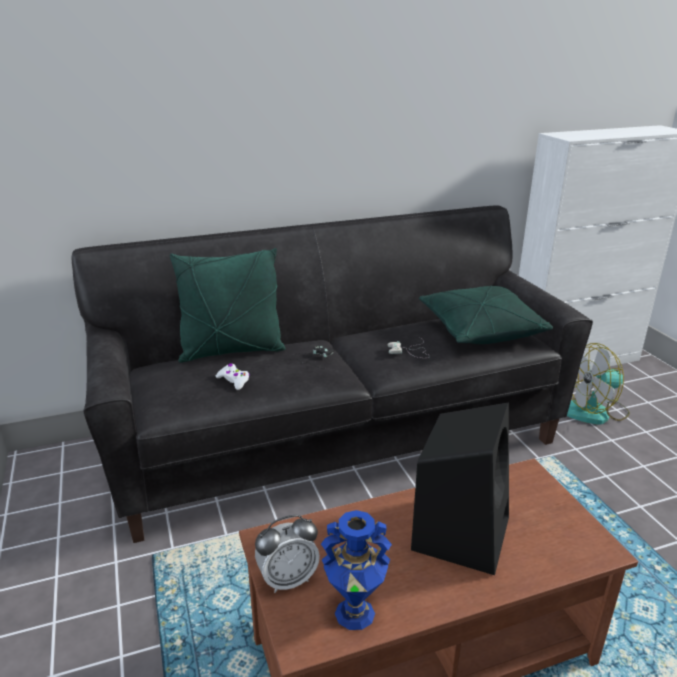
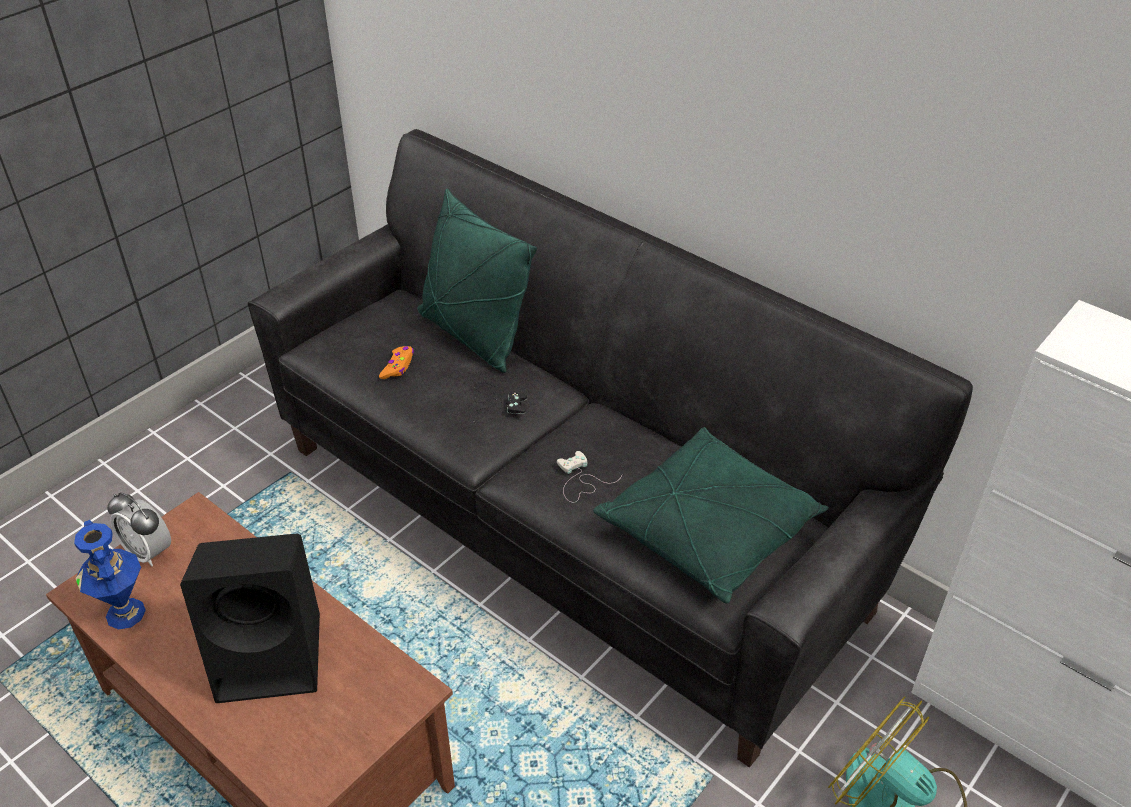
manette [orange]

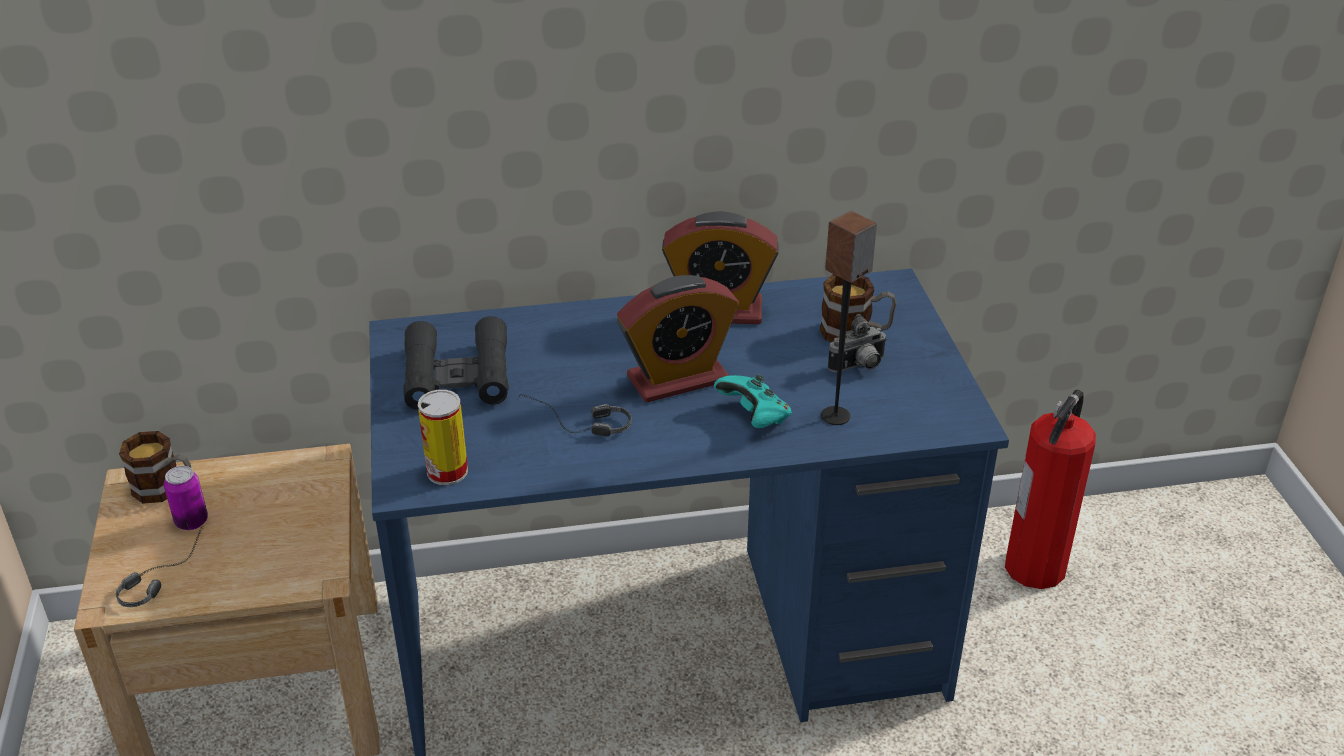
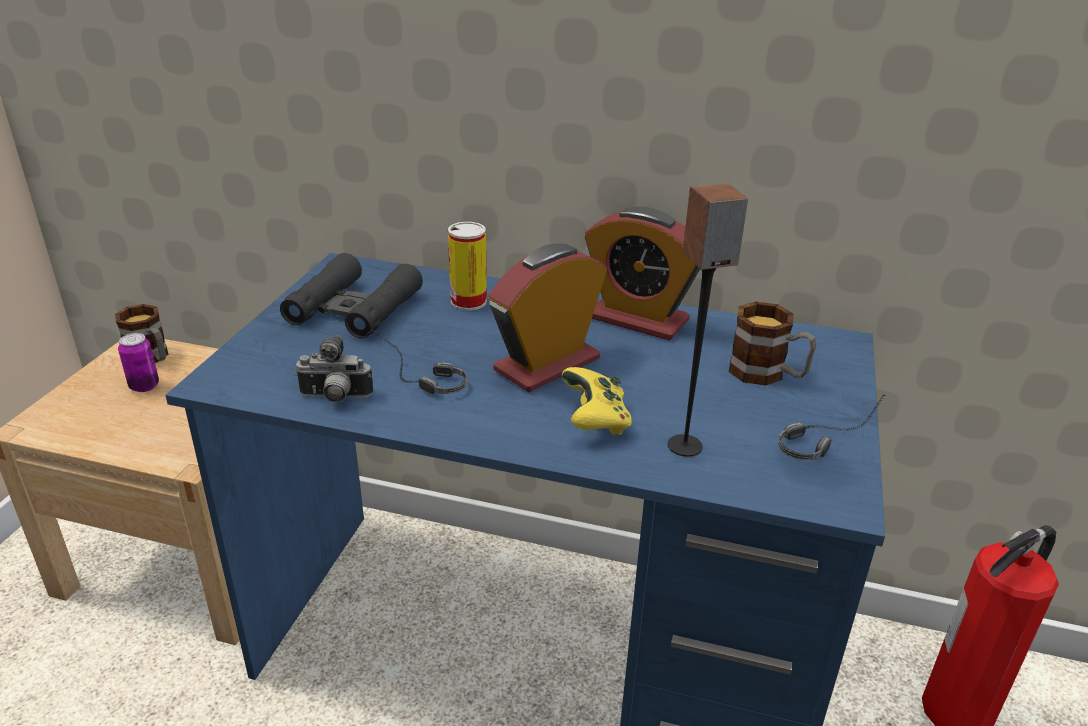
casque audio (2nd from left); boîte métallique (2nd from left); réveil (1st from left); manette [jaune]; appareil photo

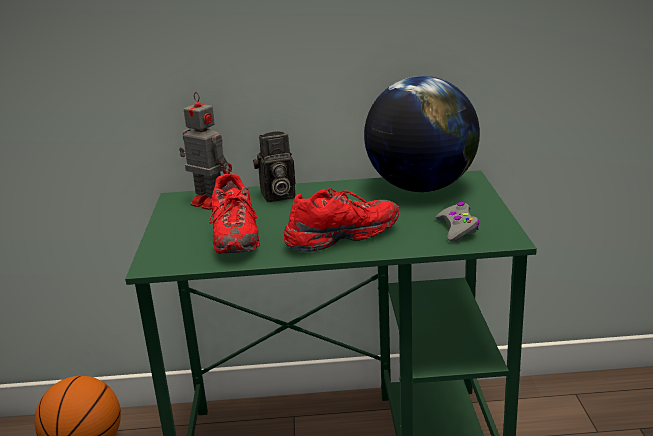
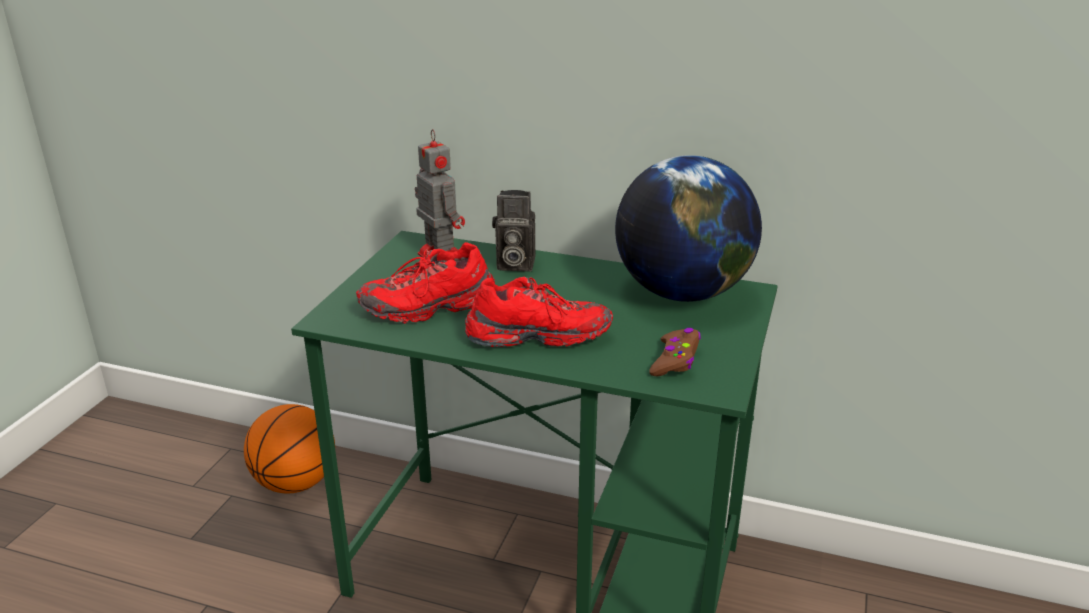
chaussure [rouge] (1st from left); manette [marron]

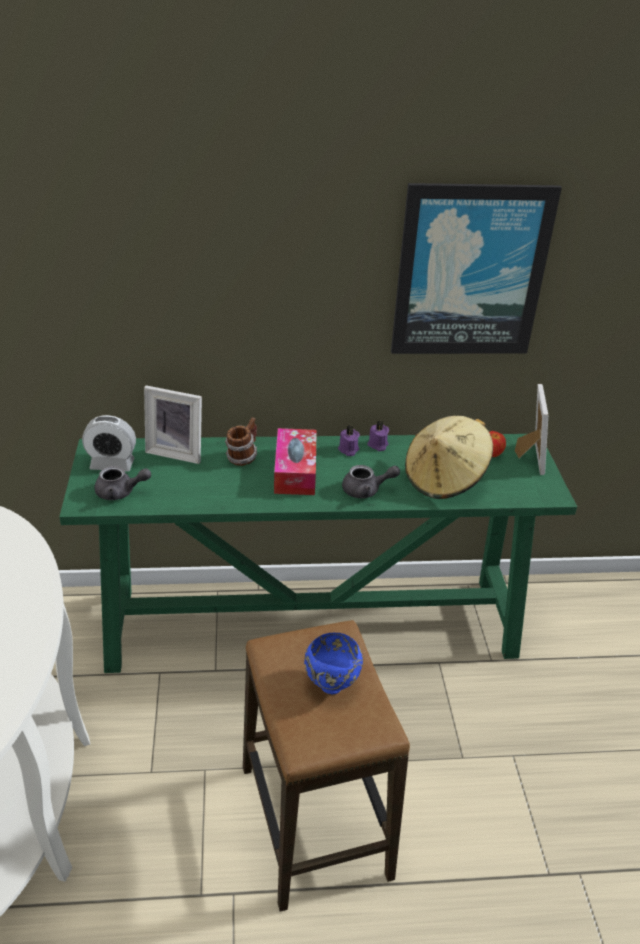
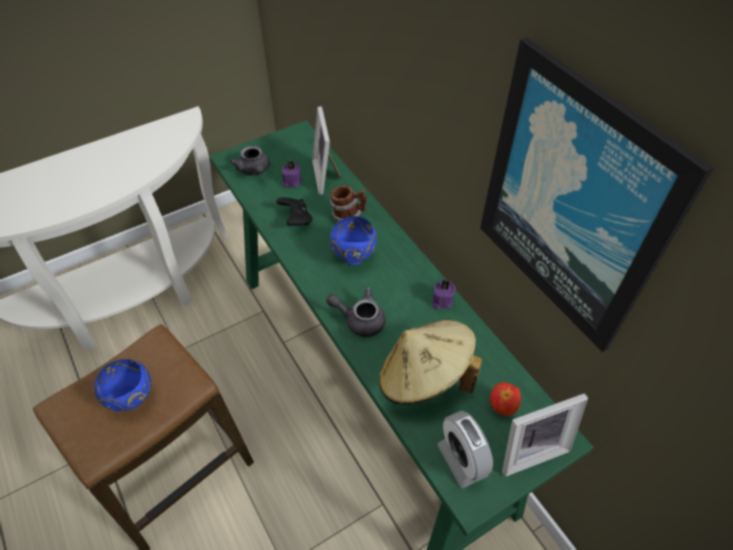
réveil; bol [bleu] (2nd from left); bougie [violet] (1st from left); théière [gris] (2nd from left); manette [noir]

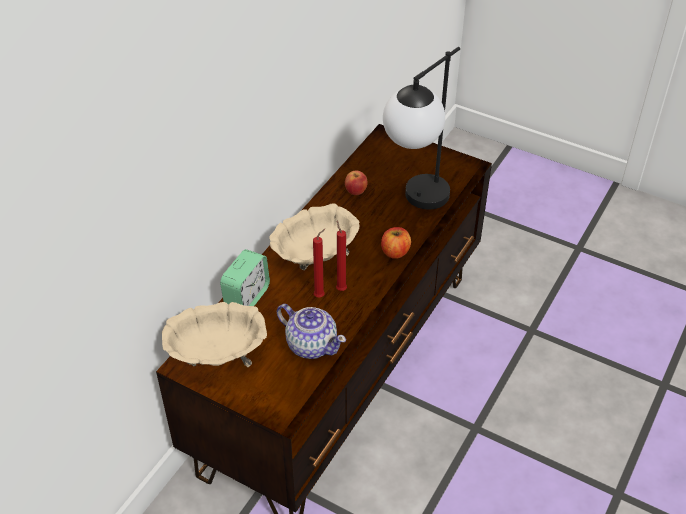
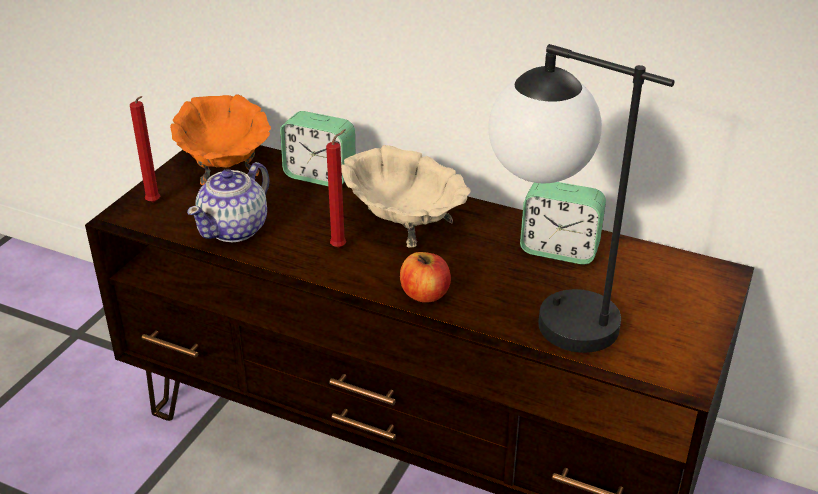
bol [orange]; bougie [rouge] (1st from left); réveil (2nd from left)

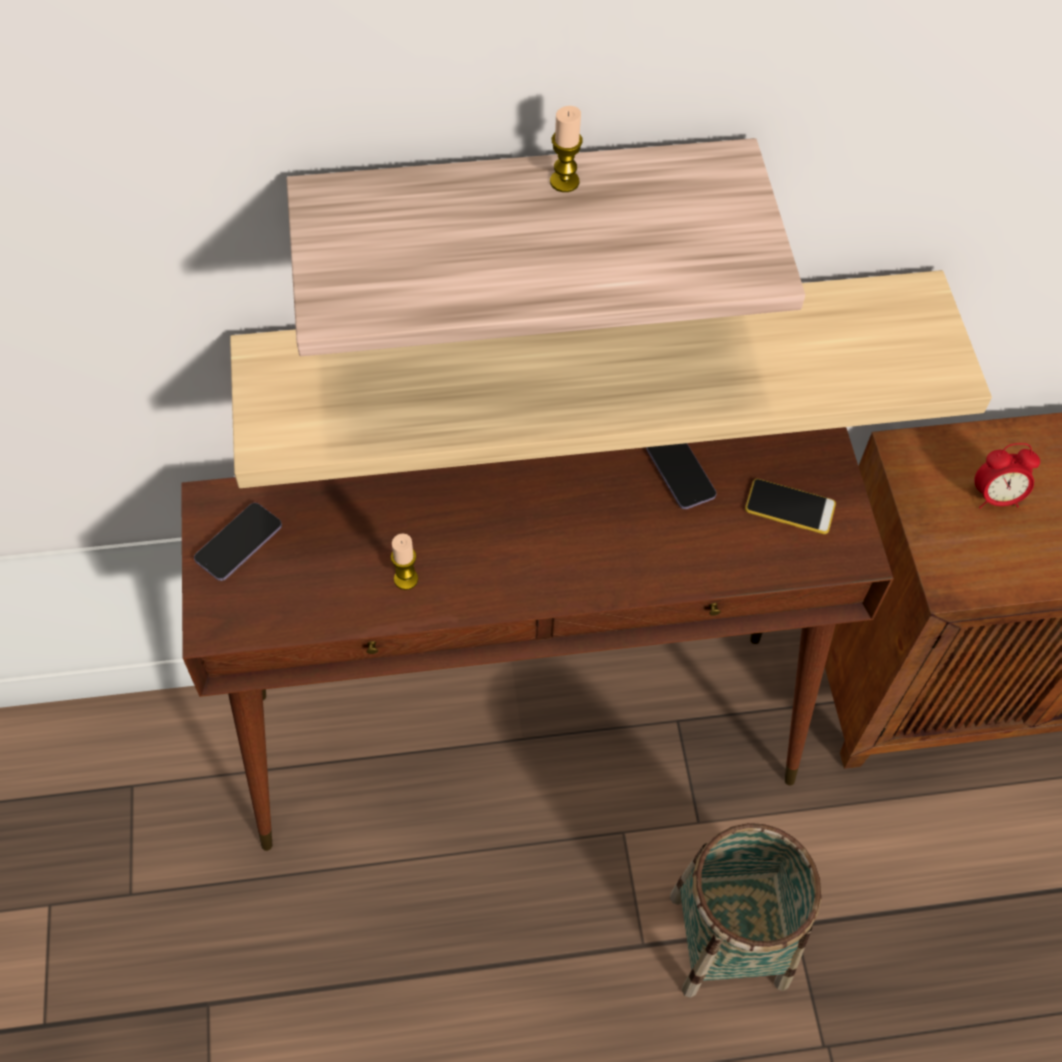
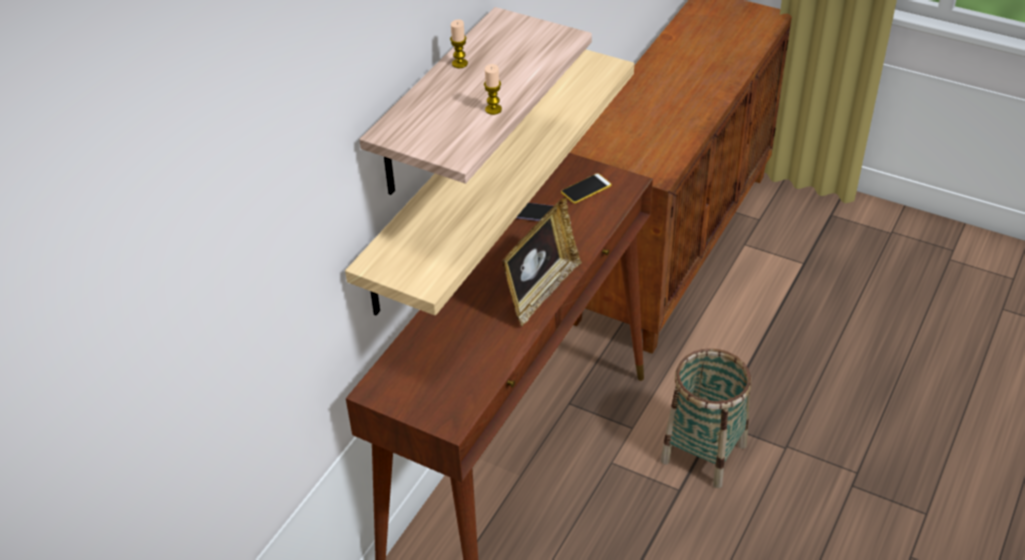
téléphone (1st from left in the first image); bougie (2nd from left); réveil; cadre photo

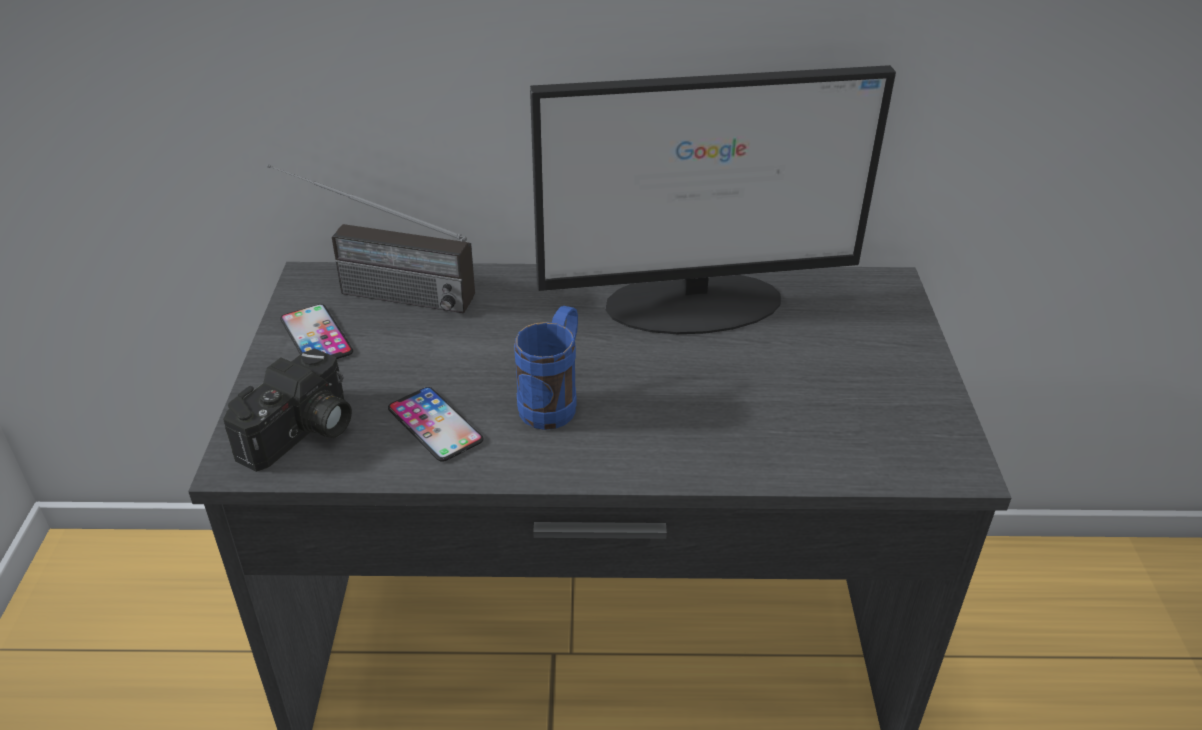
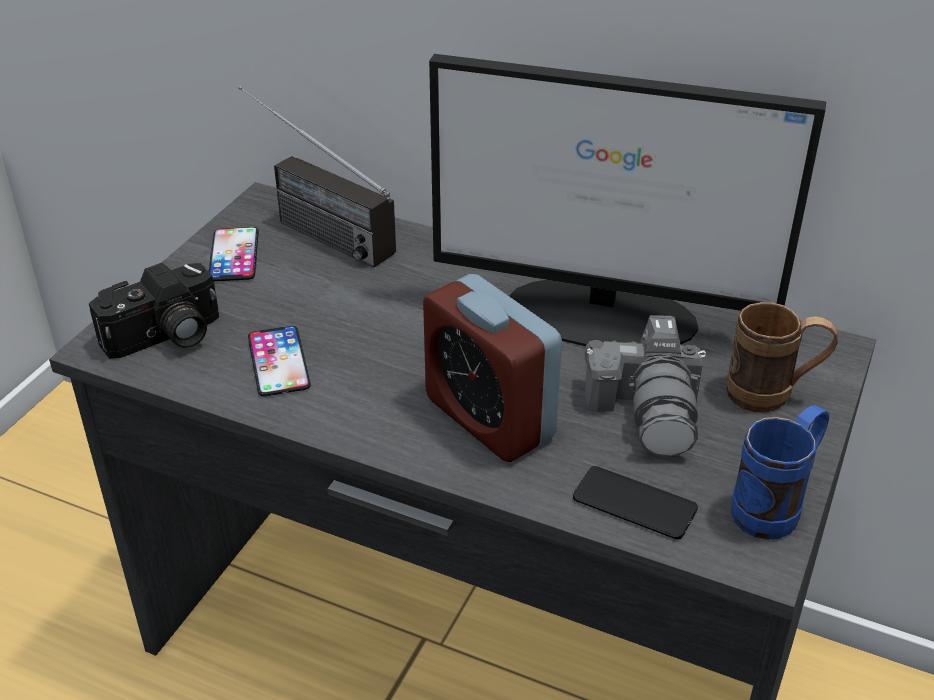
mug [bleu]; réveil; téléphone (3rd from left); appareil photo (2nd from left); mug [marron]

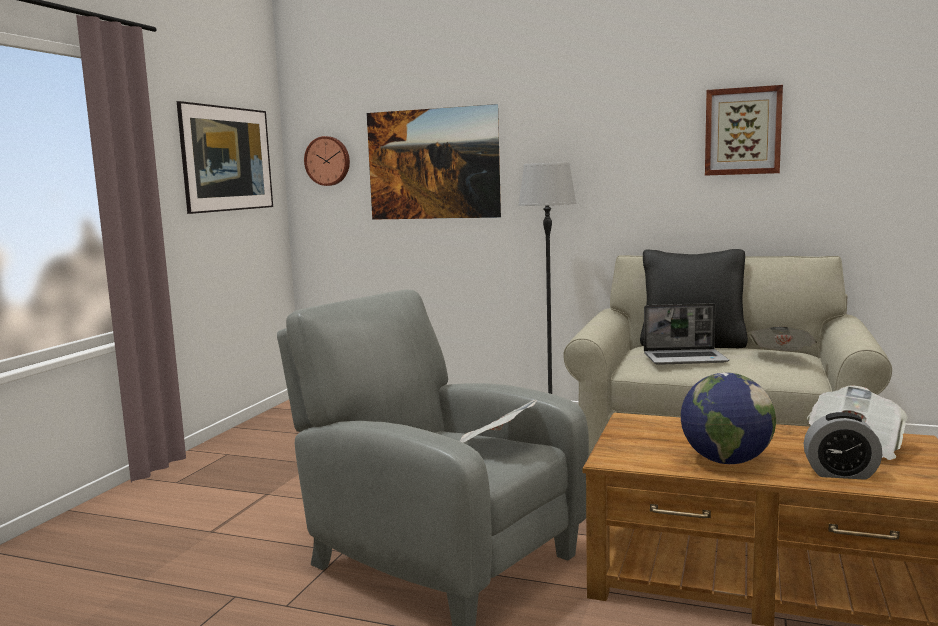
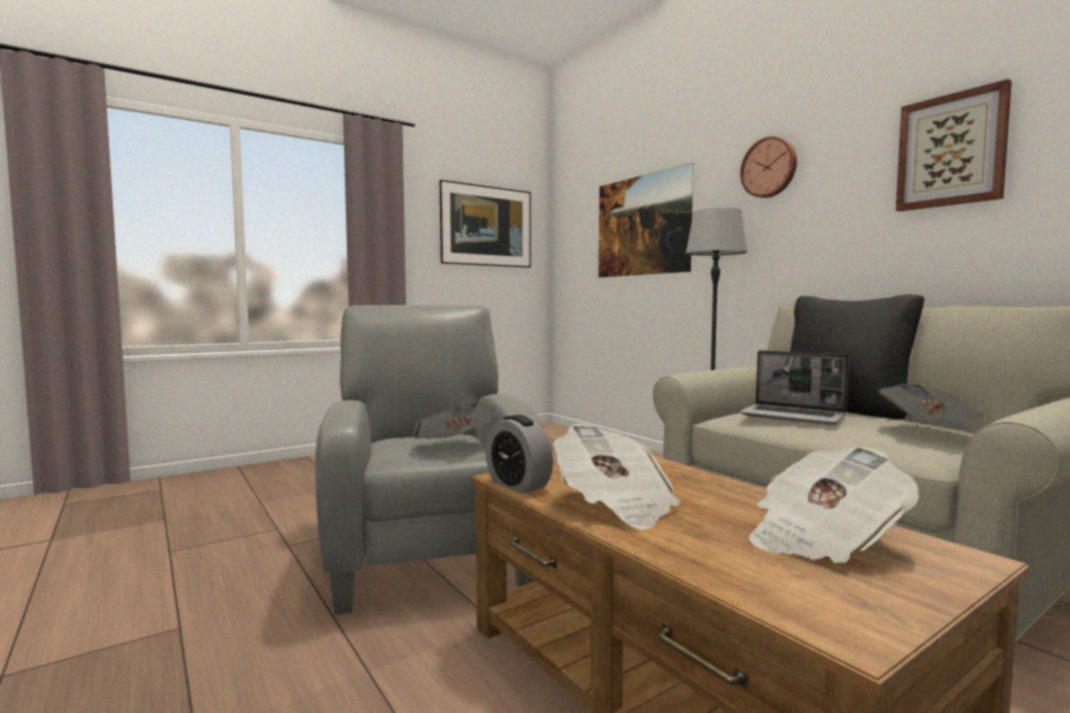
horloge murale; journal (2nd from left); réveil

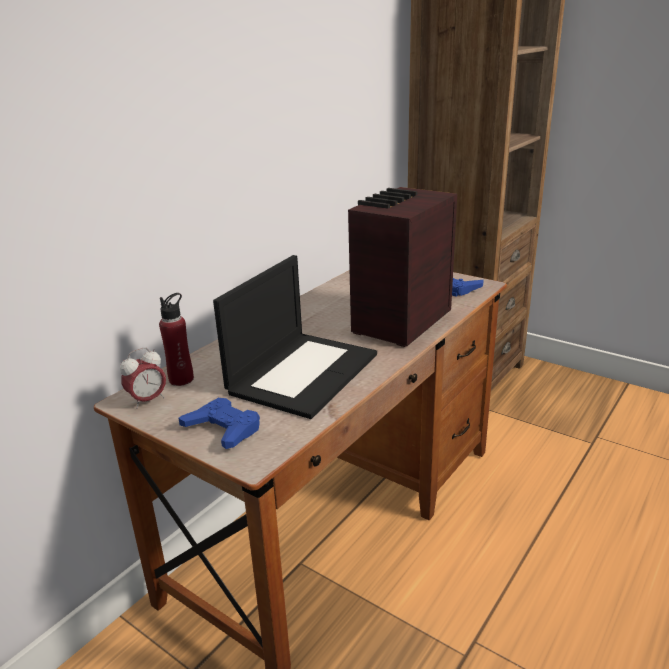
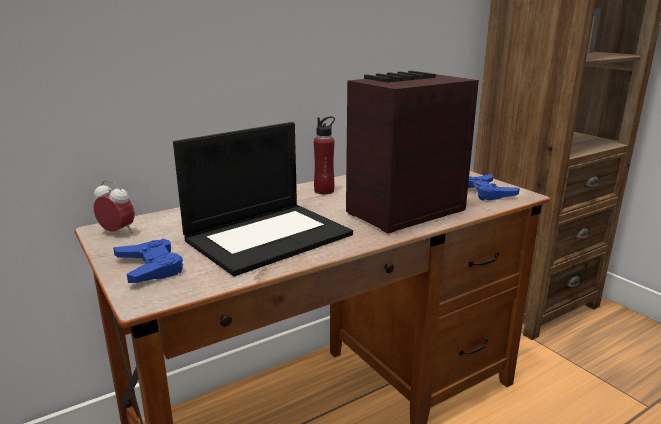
réveil; bouteille [rouge]

